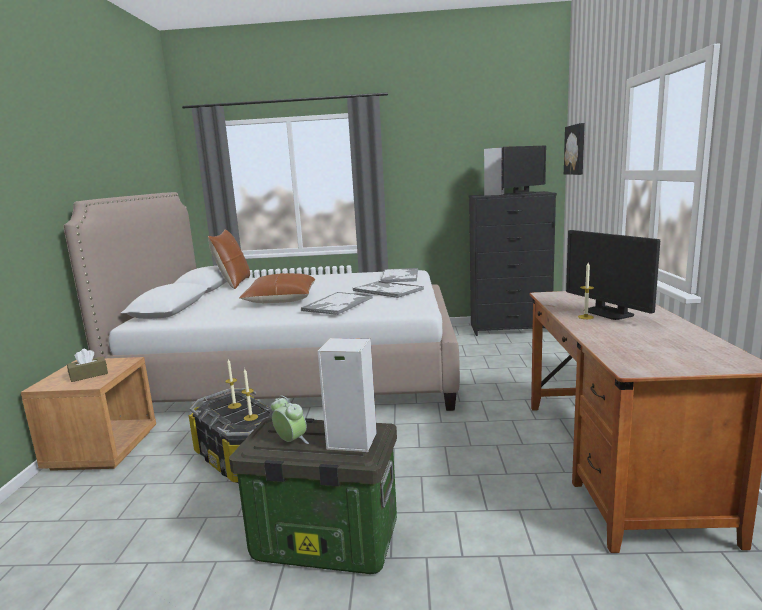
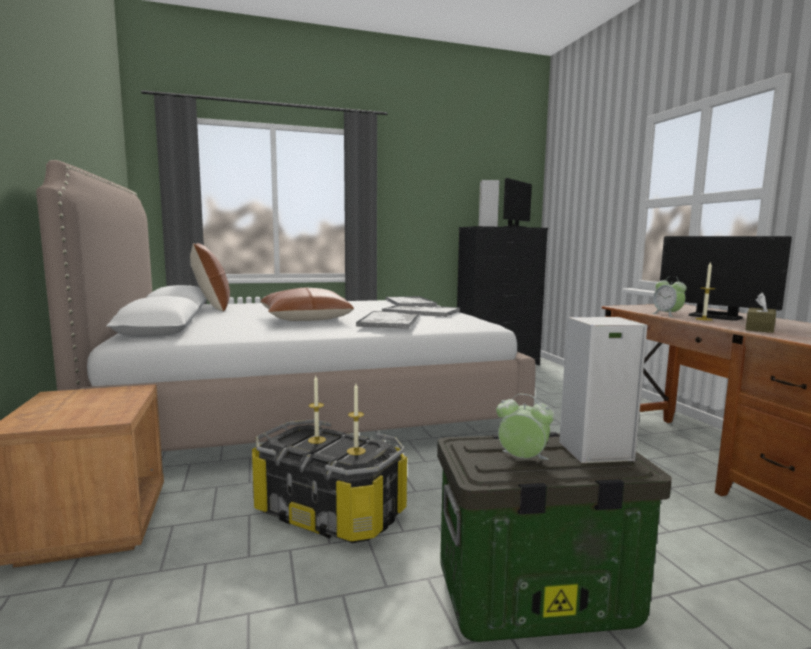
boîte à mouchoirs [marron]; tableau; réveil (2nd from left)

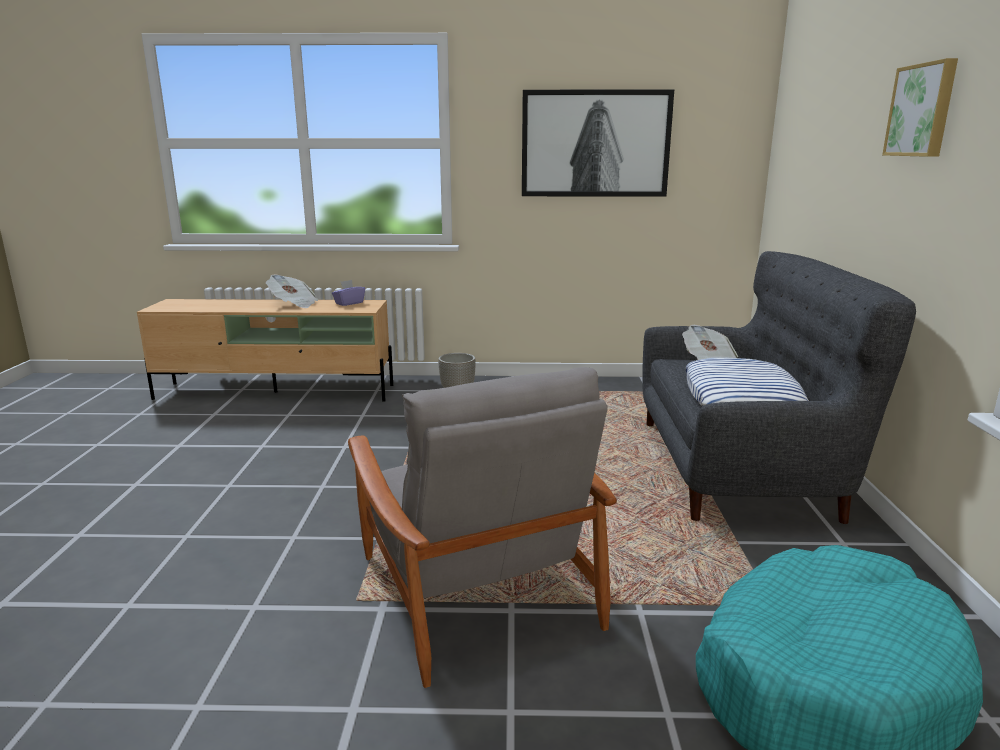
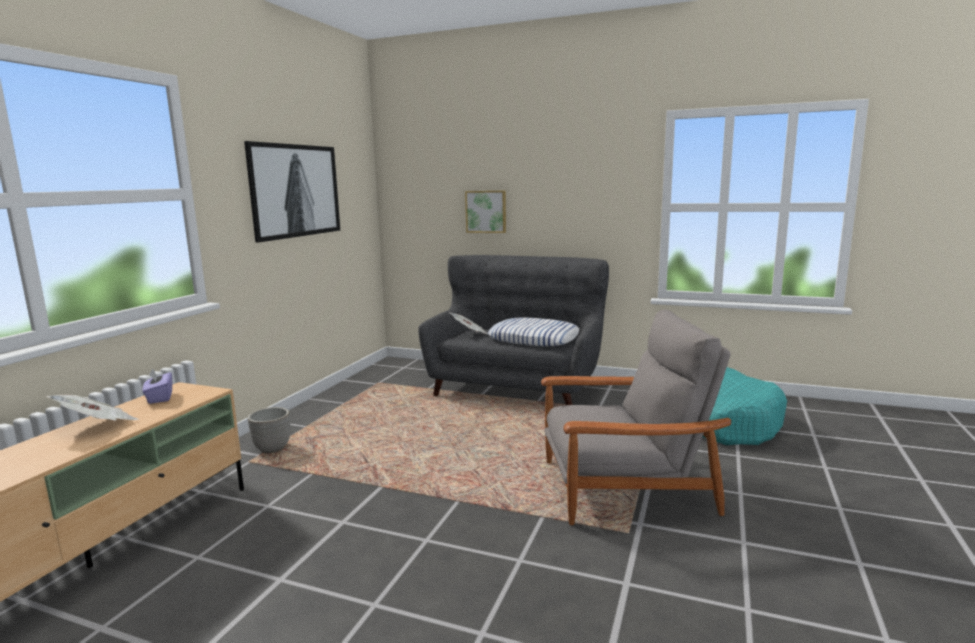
tableau (2nd from left)

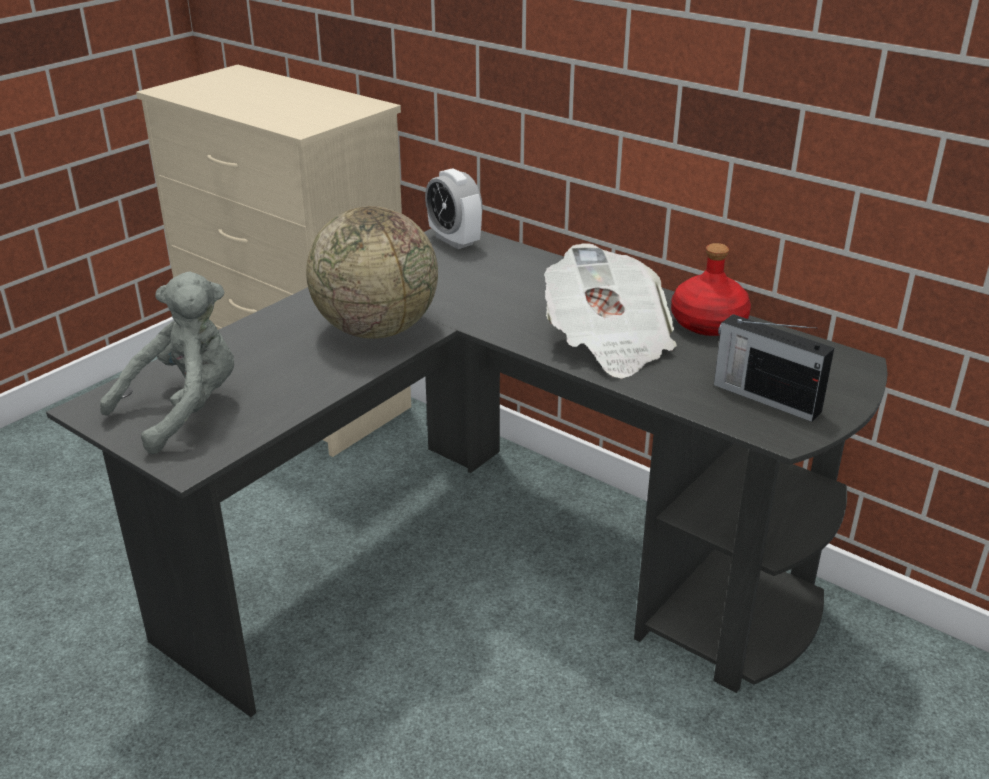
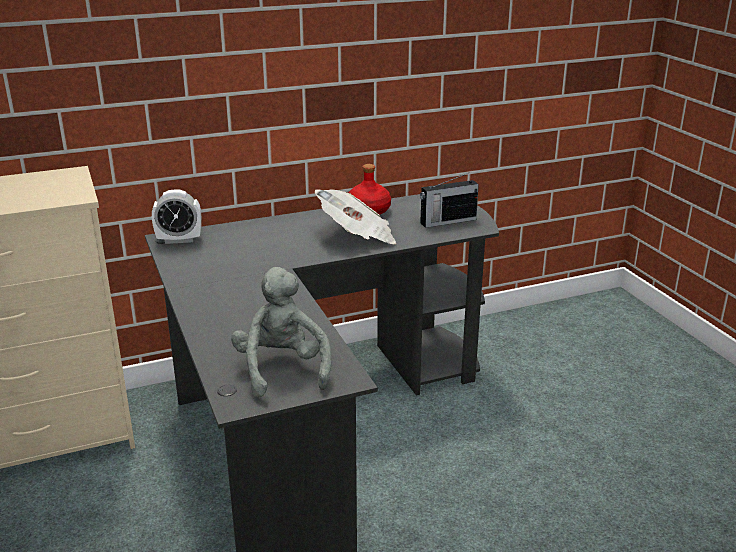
globe

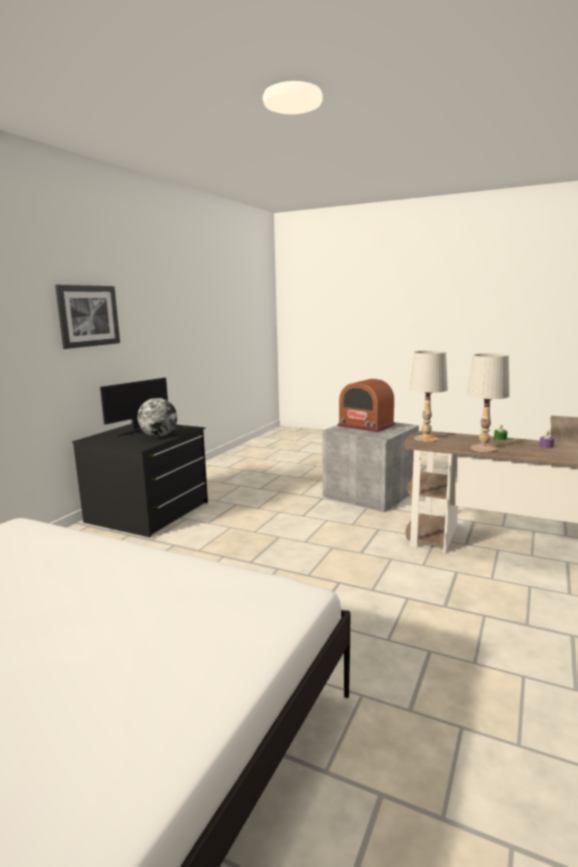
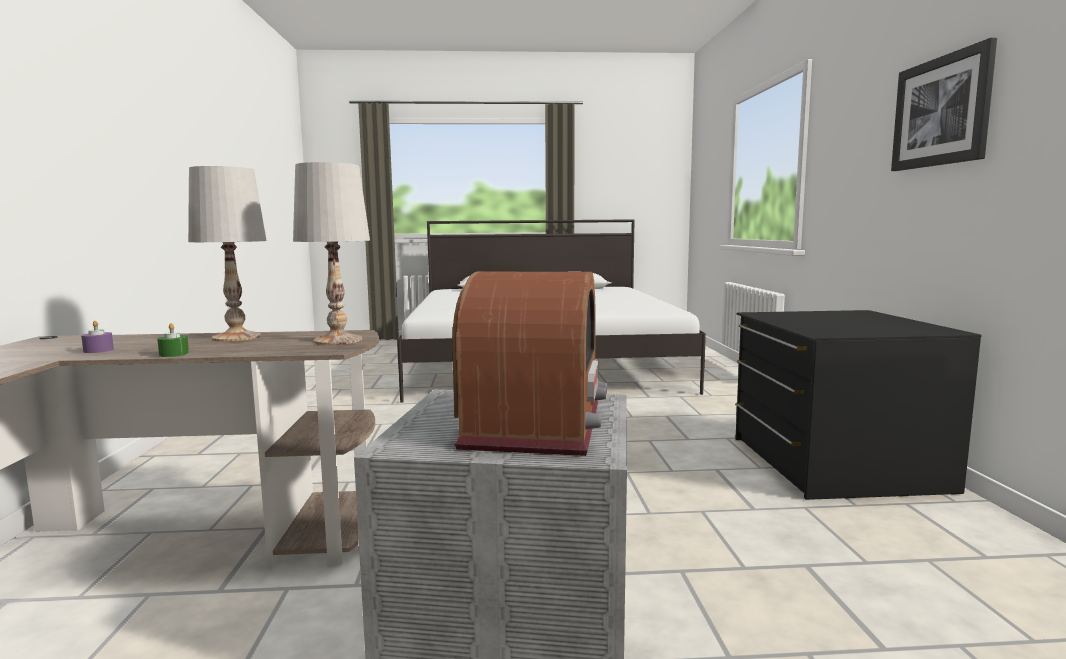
écran d'ordinateur; globe; radio

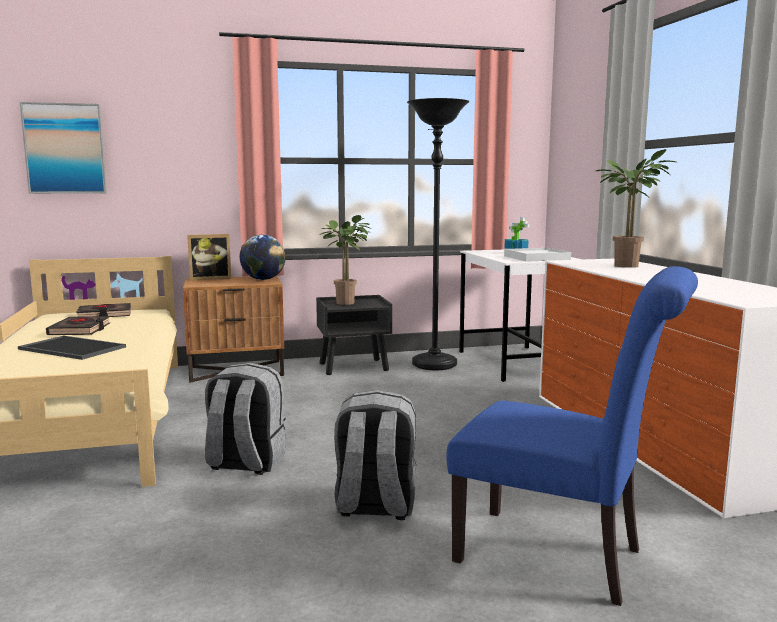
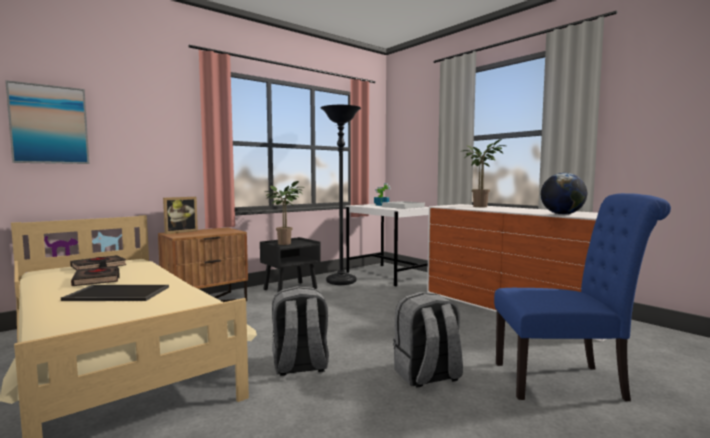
globe

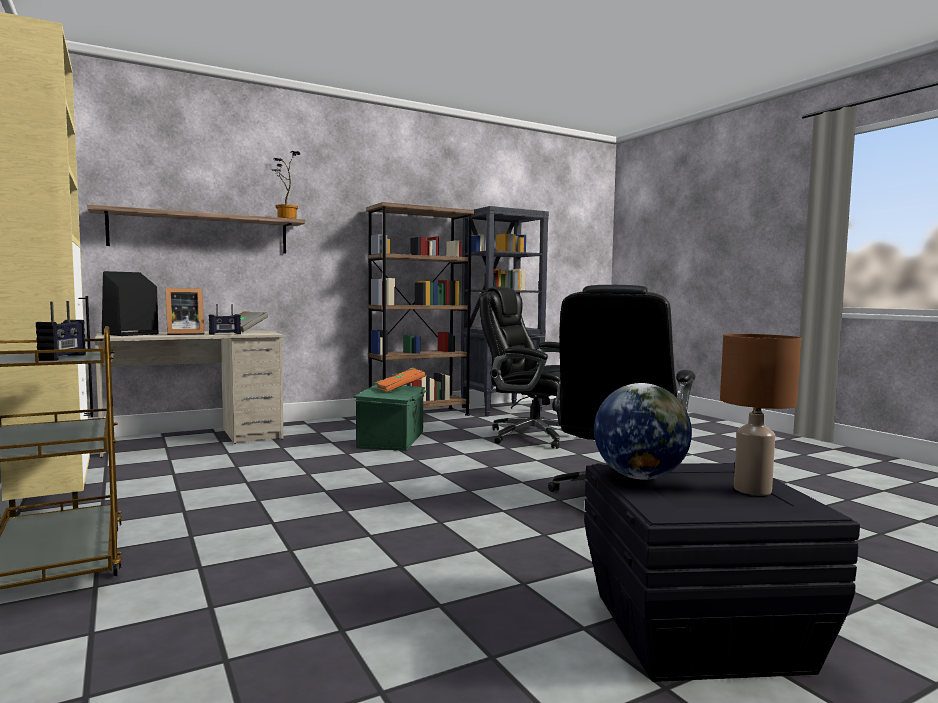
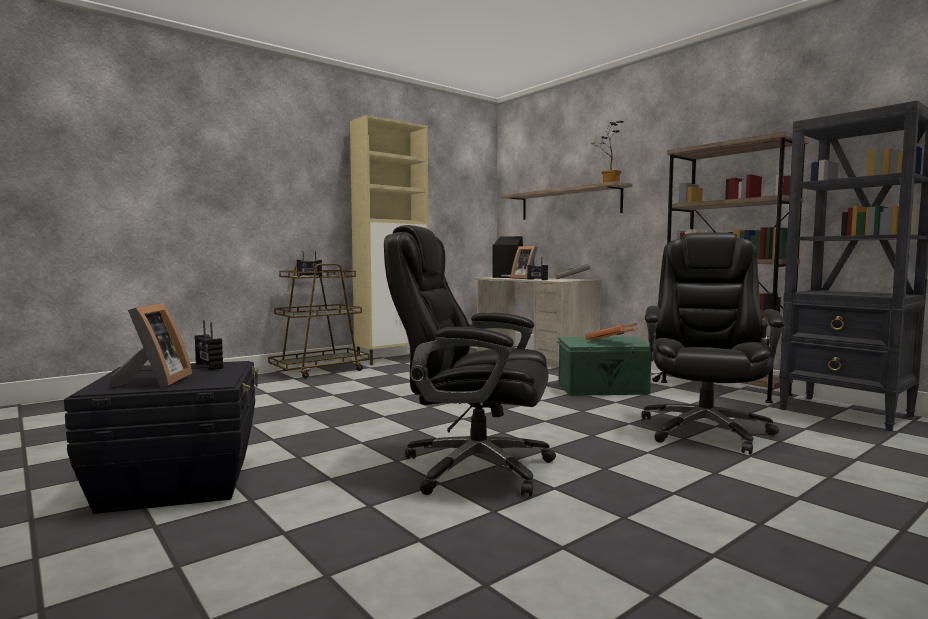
radio (1st from left); cadre photo (1st from left)

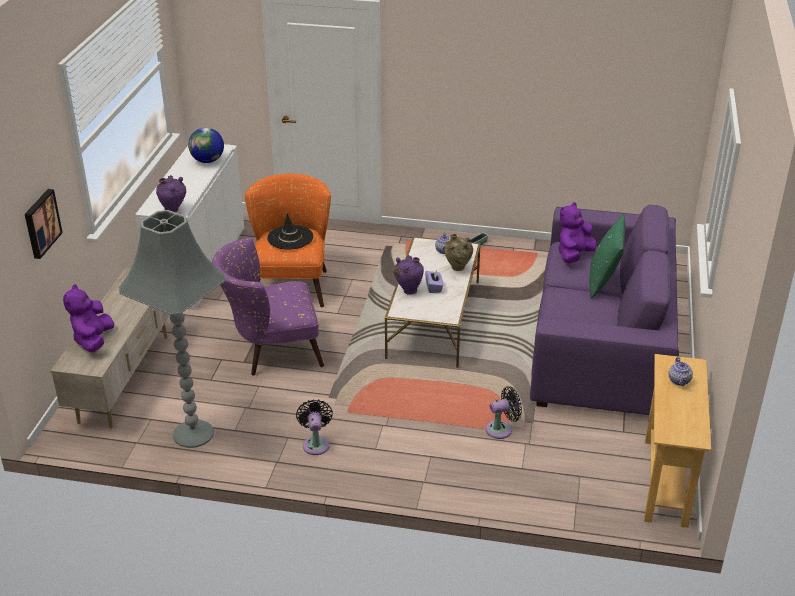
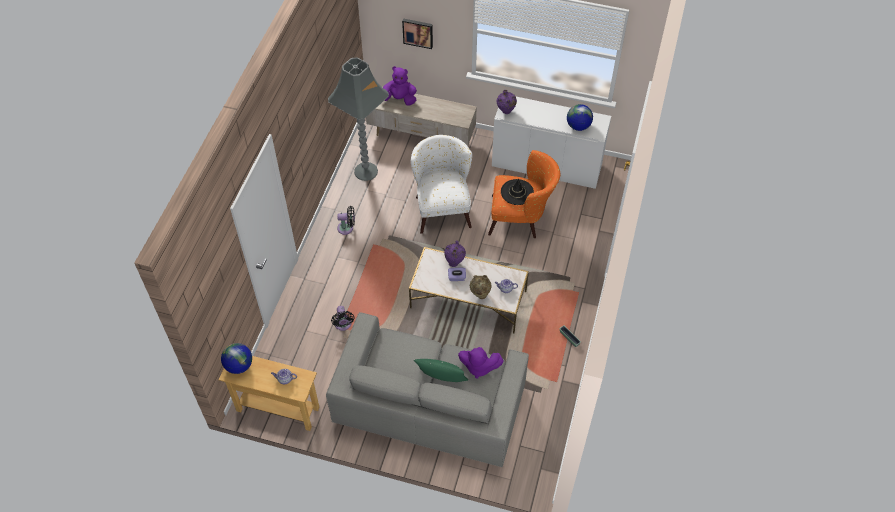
fauteuil [blanc]; canapé [gris]; peluche [violet] (2nd from left); globe (1st from left)

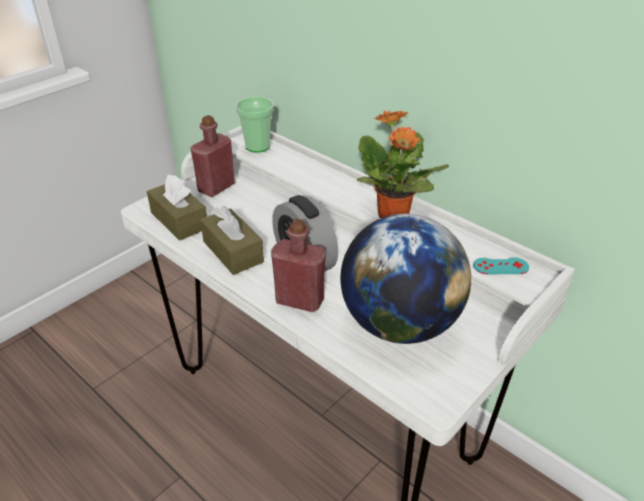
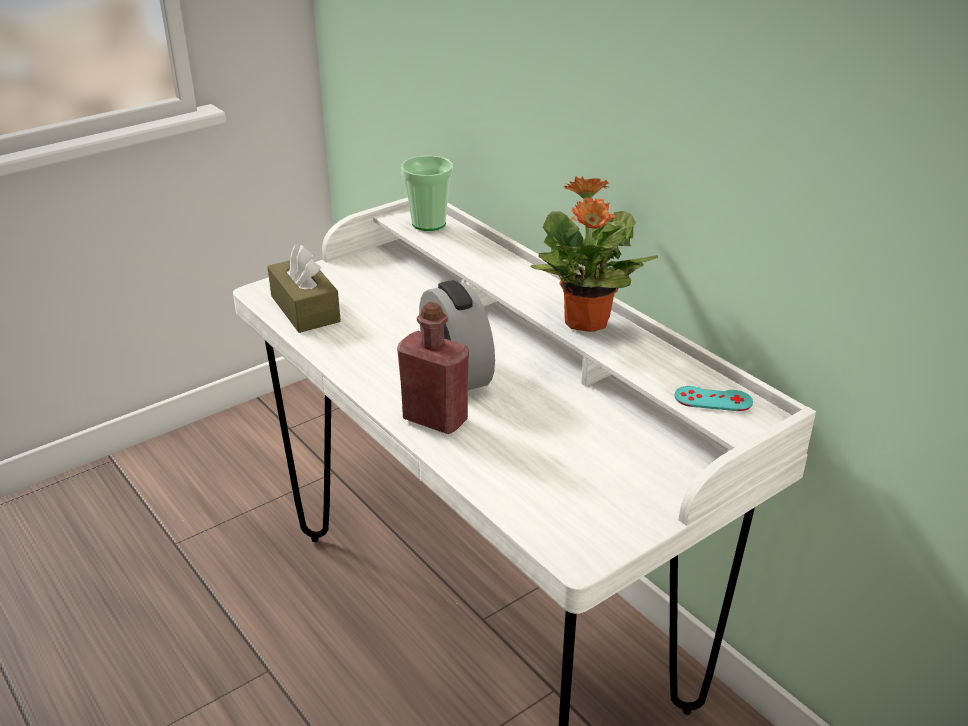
bouteille [rouge] (1st from left in the first image); boîte à mouchoirs [marron] (2nd from left in the first image); globe

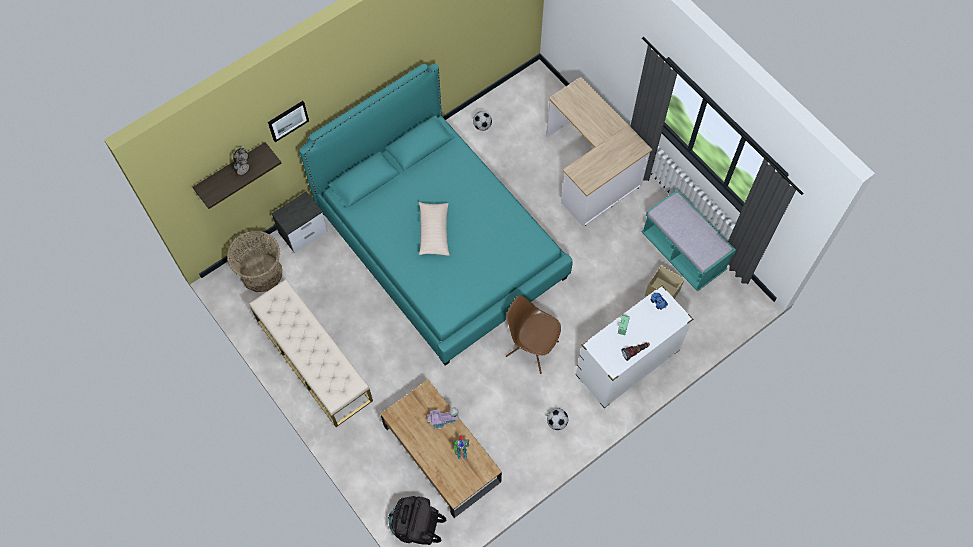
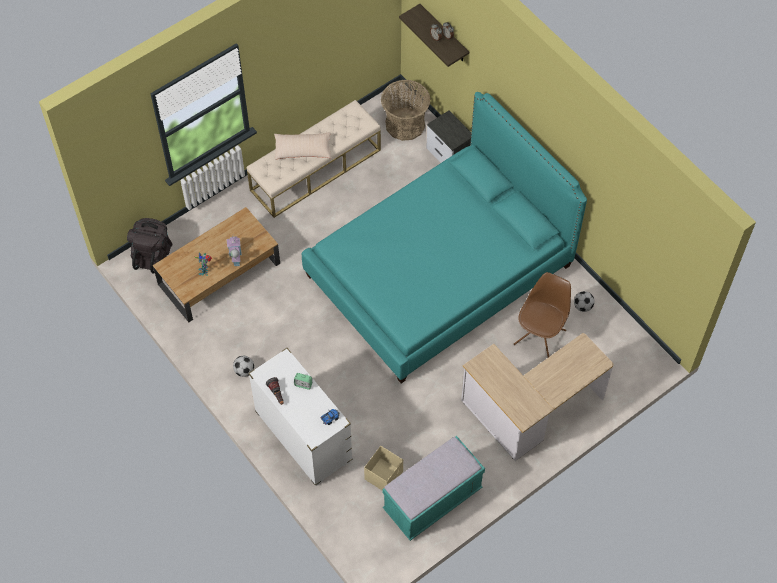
tableau; coussin [beige]; chaise [marron]

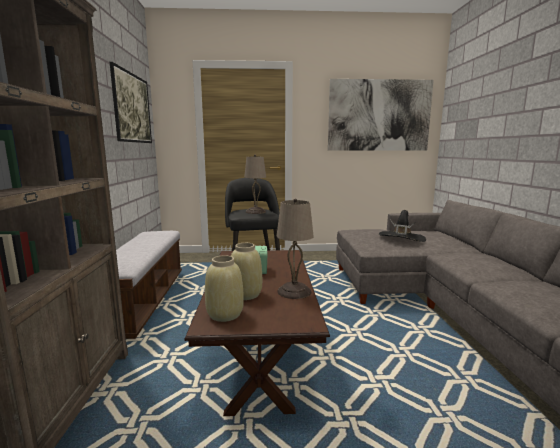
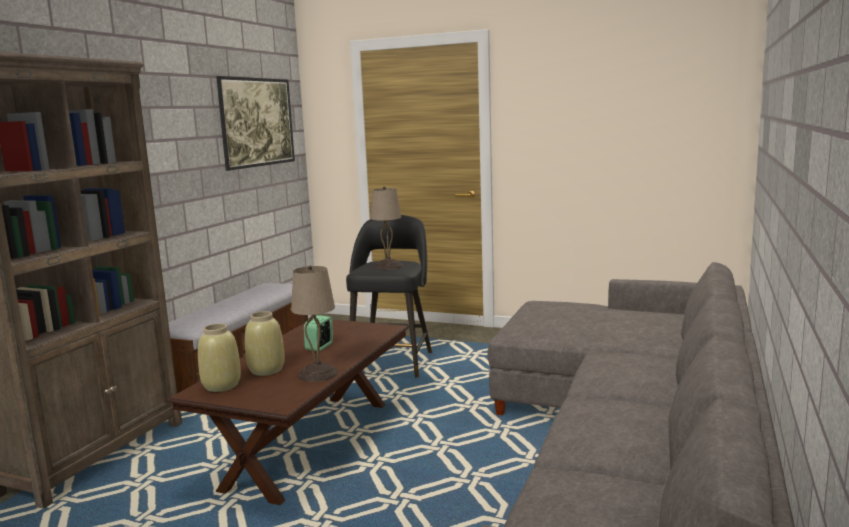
tableau (2nd from left in the first image); chapeau [noir]

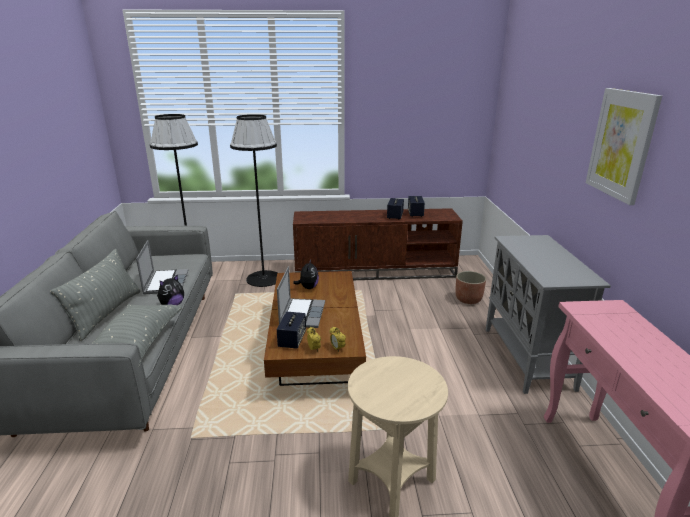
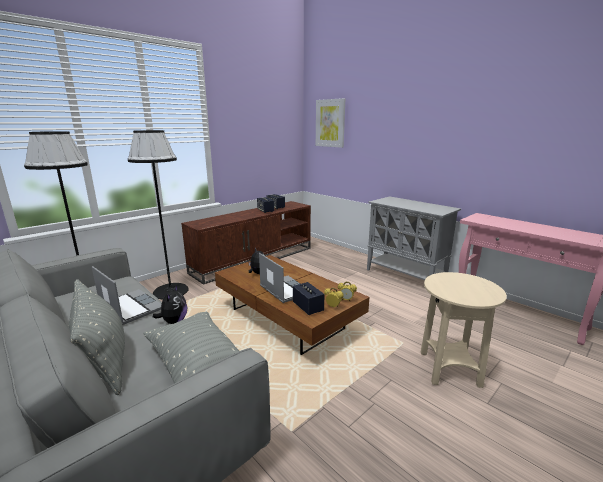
cache-pot; tableau

